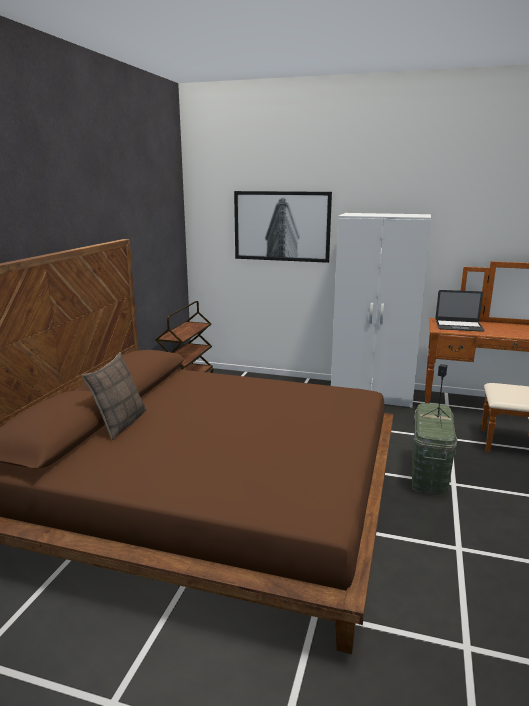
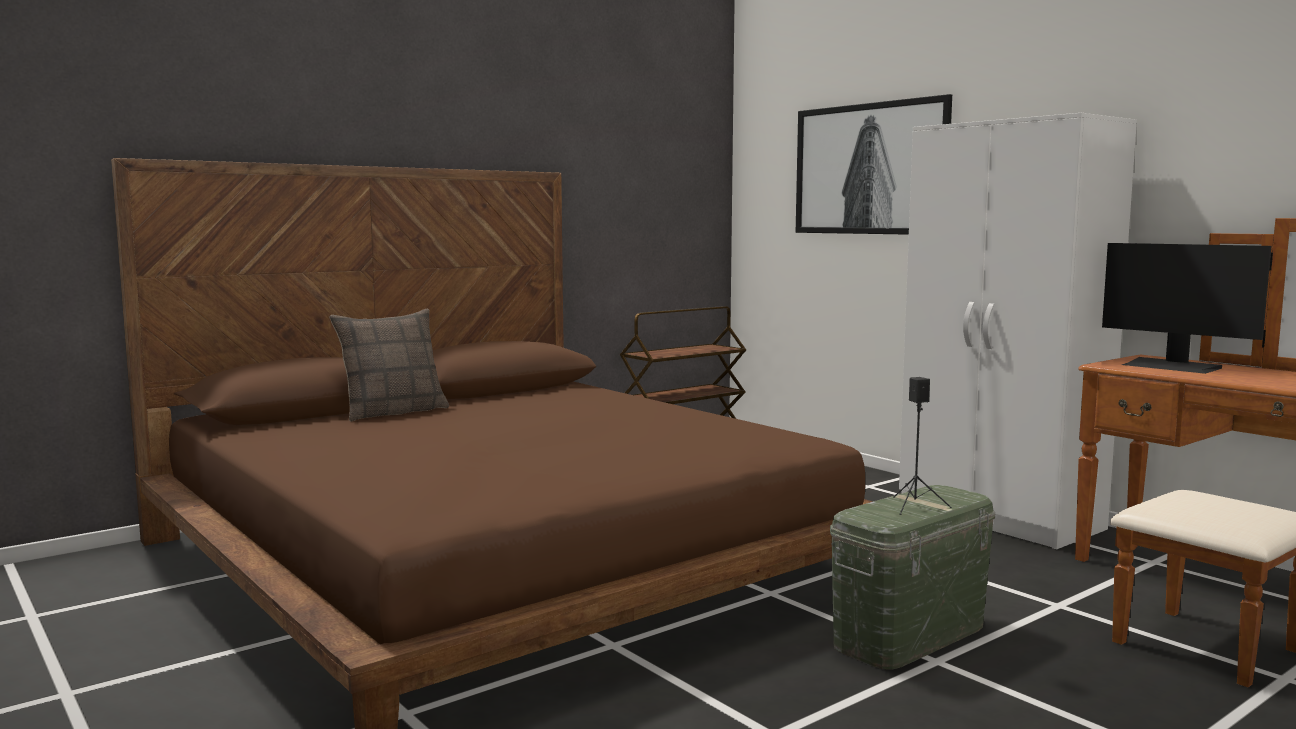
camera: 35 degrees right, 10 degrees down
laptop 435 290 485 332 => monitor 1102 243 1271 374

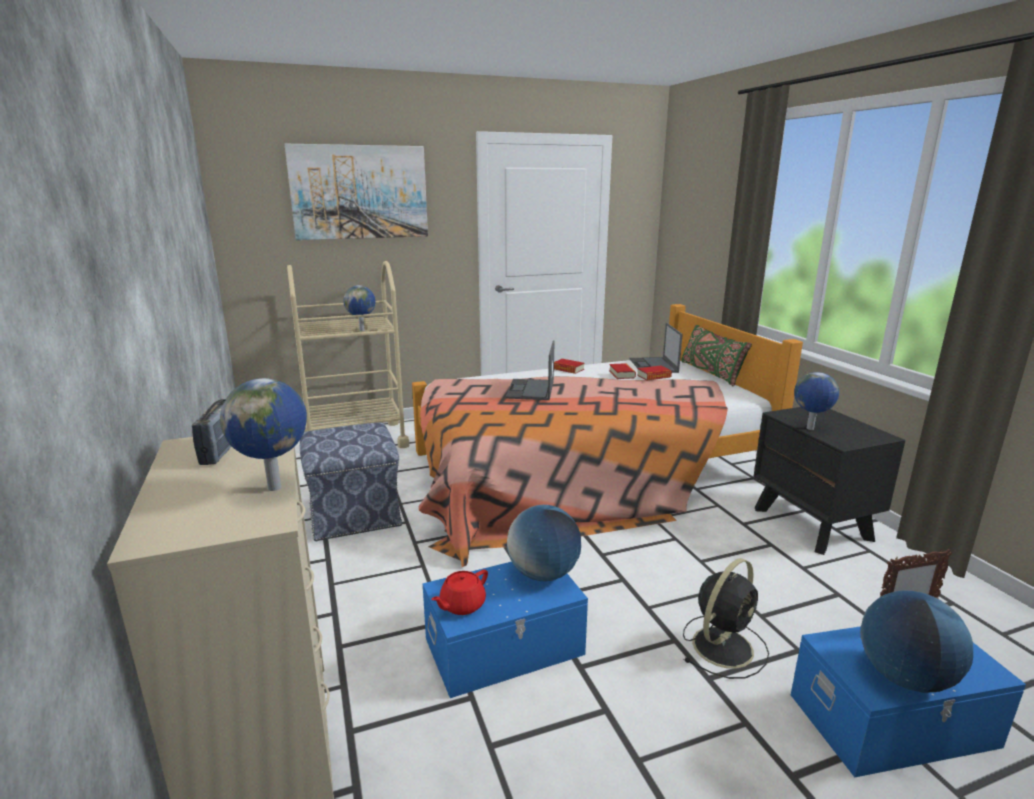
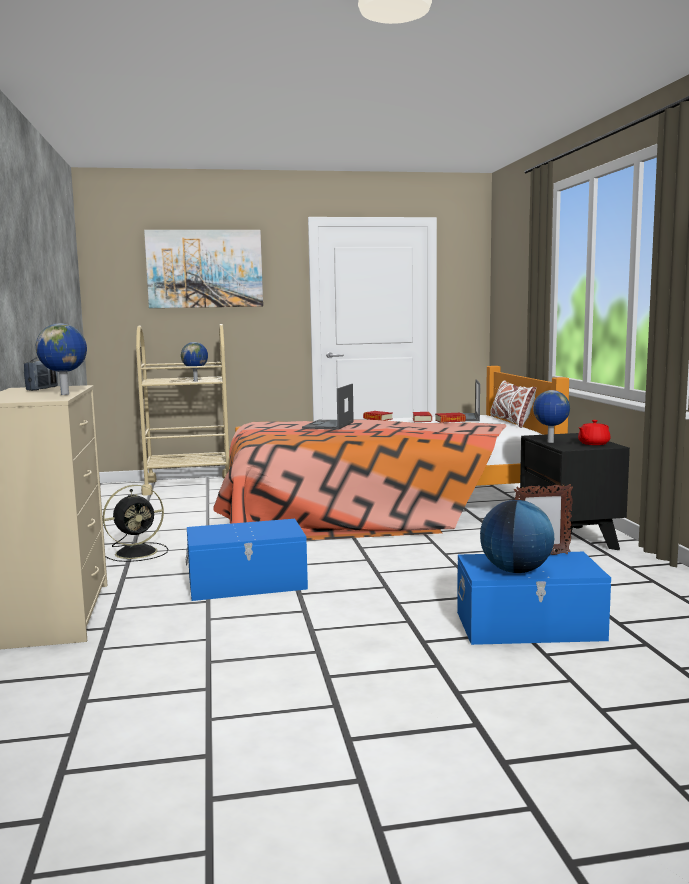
camera: 10 degrees right, 10 degrees down
ottoman 300 422 402 541 => nothing
red teapot 431 569 488 615 => red teapot 578 420 611 445, moved
globe 507 505 581 581 => nothing
green pillow 682 325 752 386 => white pillow 490 380 536 428
black fan 683 558 769 679 => black fan 103 485 168 562, moved

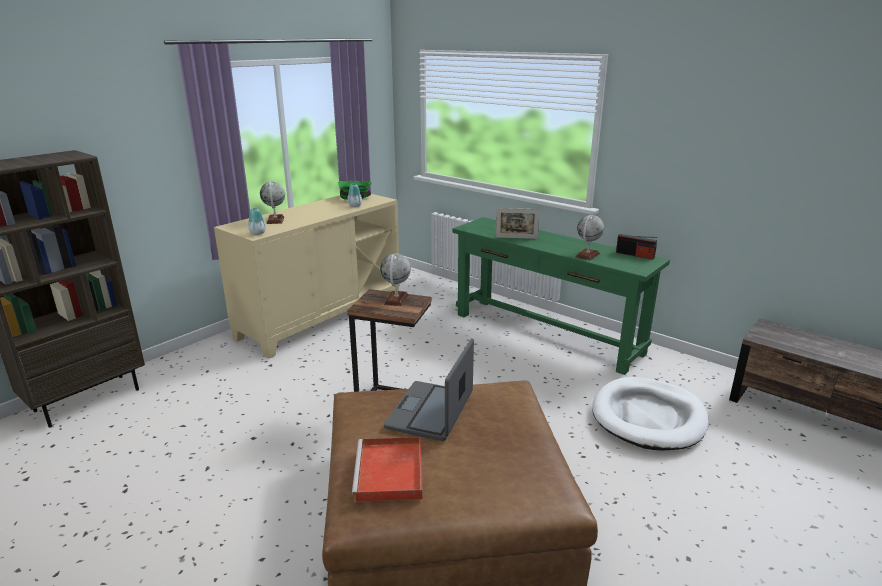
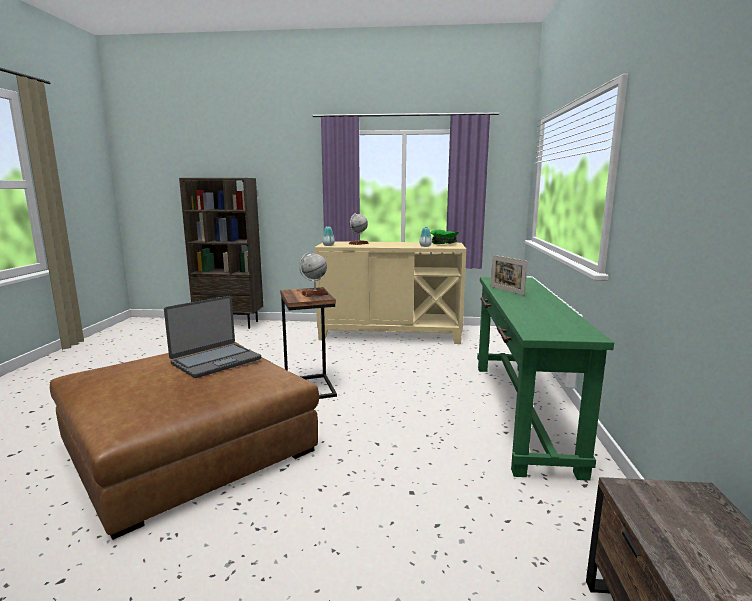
camera: 55 degrees right, 10 degrees down
red tray 352 437 423 502 => nothing
laptop 384 338 474 441 => laptop 164 296 261 378, 150 degrees clockwise
globe 575 215 604 260 => nothing
white dog bed 592 377 709 450 => nothing
radio 616 234 657 260 => nothing

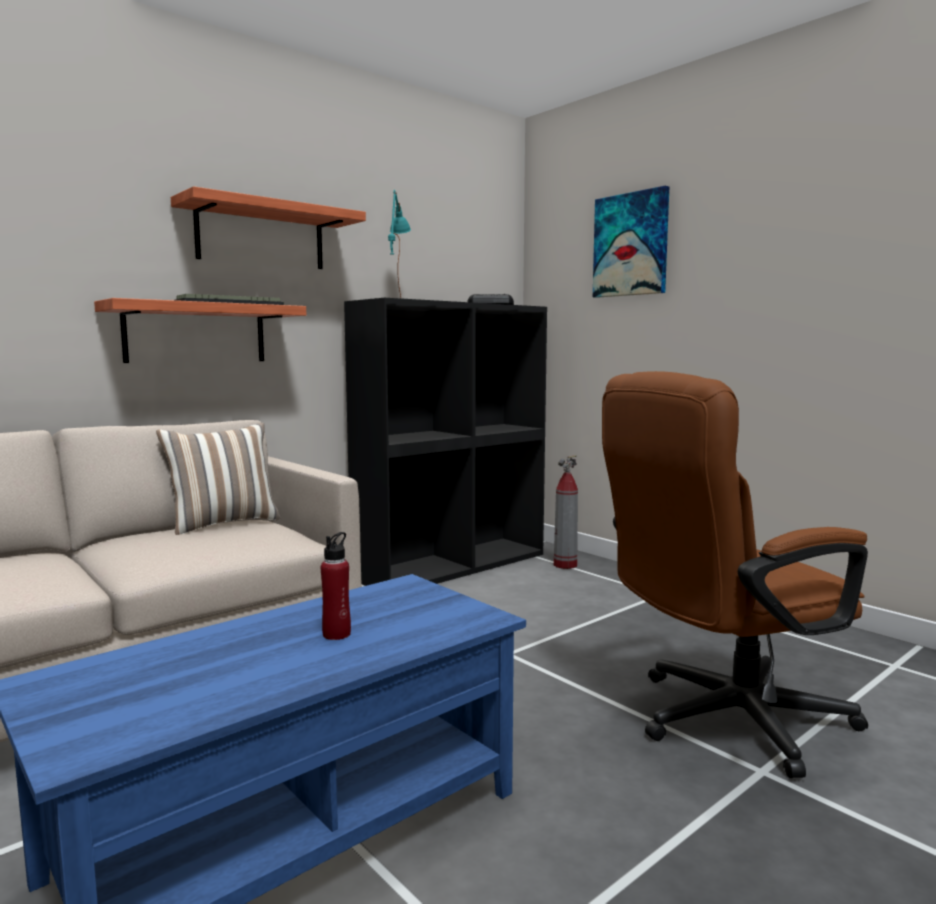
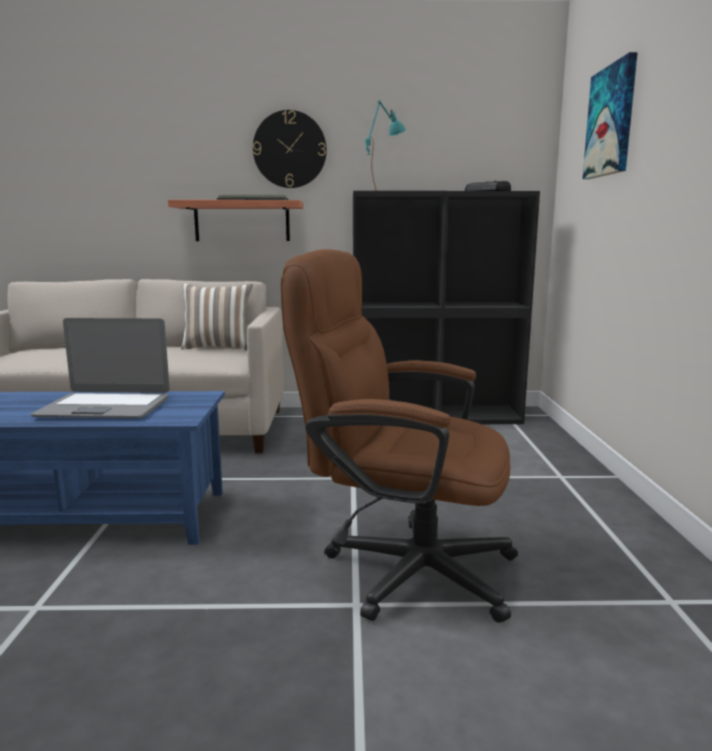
camera: 40 degrees right, 5 degrees up
shelf 171 186 366 269 => wall clock 253 110 327 188
red bottle 321 532 351 640 => laptop 31 318 170 418
fire extinguisher 554 455 578 569 => nothing

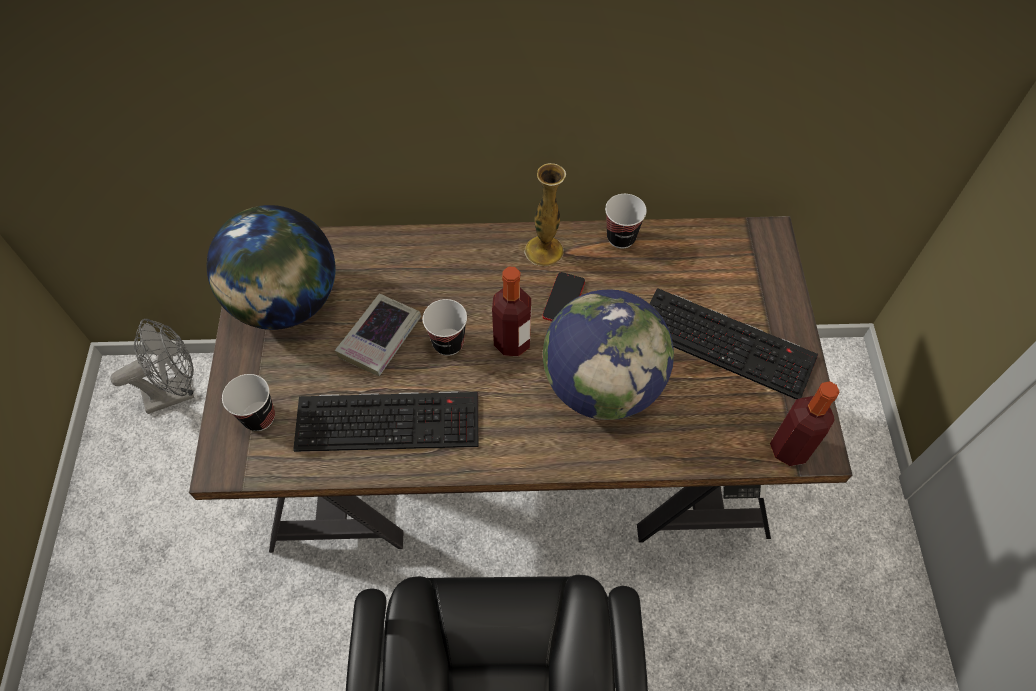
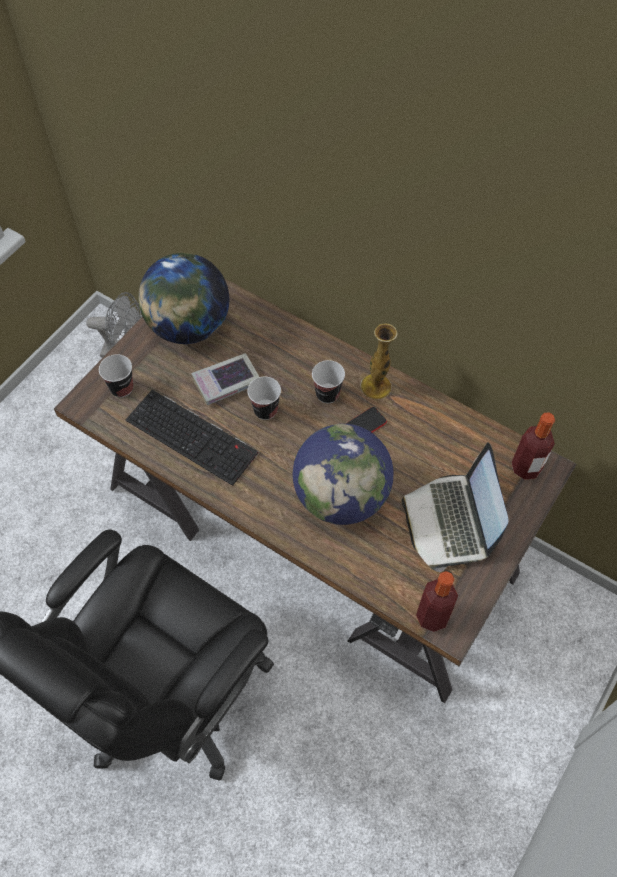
camera: 35 degrees right, 0 degrees up
bottle 492 267 531 356 => bottle 512 412 555 480, moved
cup 605 194 647 249 => cup 312 360 345 403, moved
keyboard 649 288 819 399 => laptop 401 442 508 572

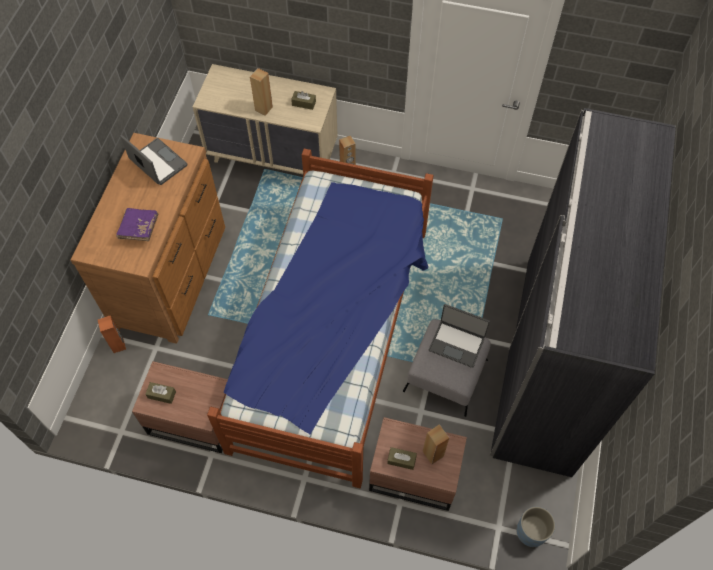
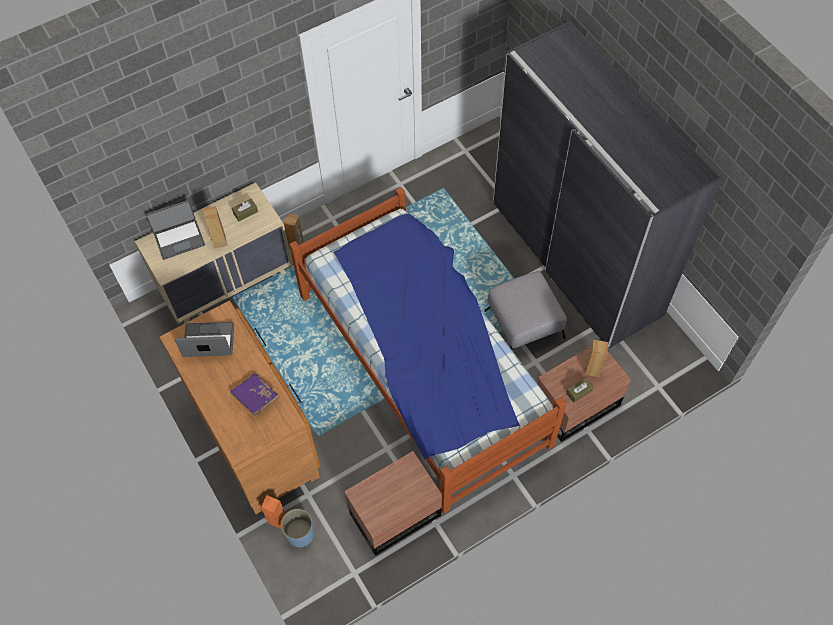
camera: 45 degrees left, 0 degrees up
brown tissue box 145 382 176 404 => nothing
laptop 428 304 490 368 => laptop 146 200 205 260, moved
blue planter 516 507 555 547 => blue planter 281 509 315 547, moved

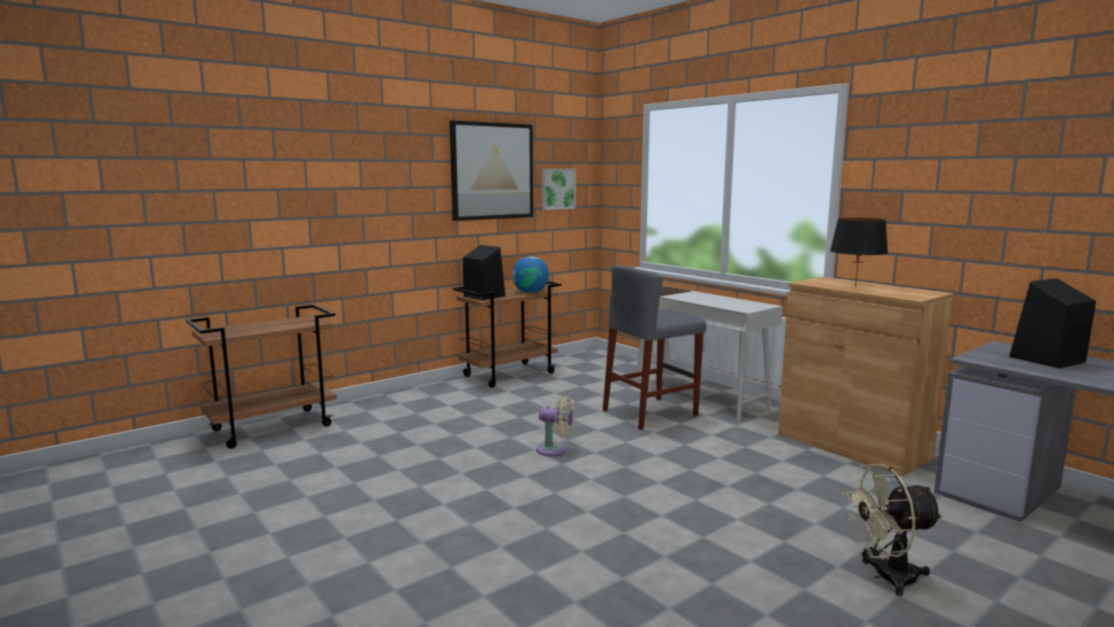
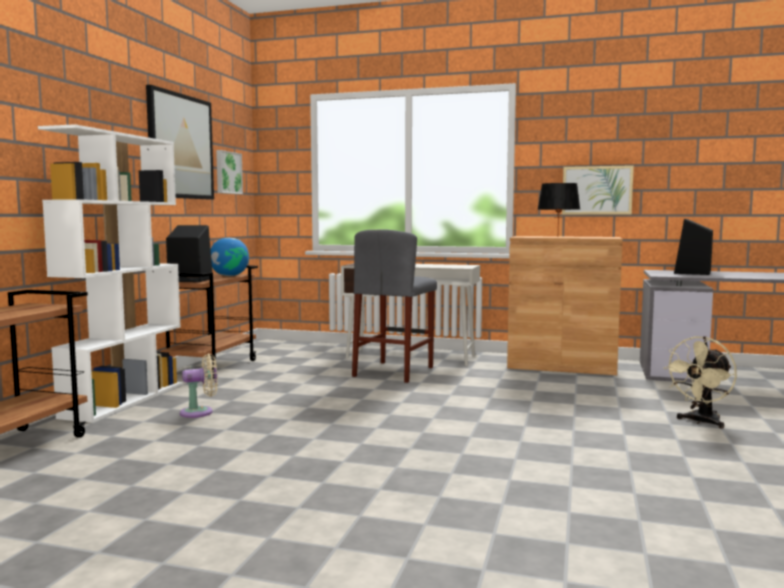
camera: 35 degrees left, 5 degrees down
beige fan 536 396 574 456 => beige fan 180 354 218 418, moved
nothing => white bookcase 38 124 183 423
nothing => picture 562 165 634 215

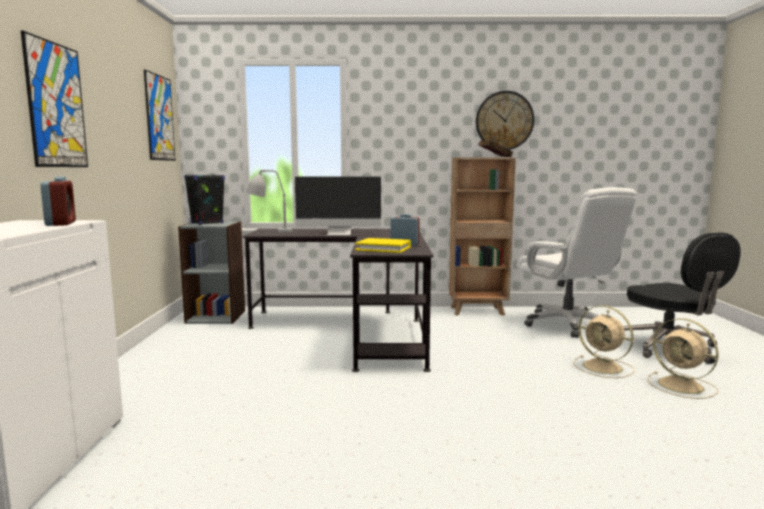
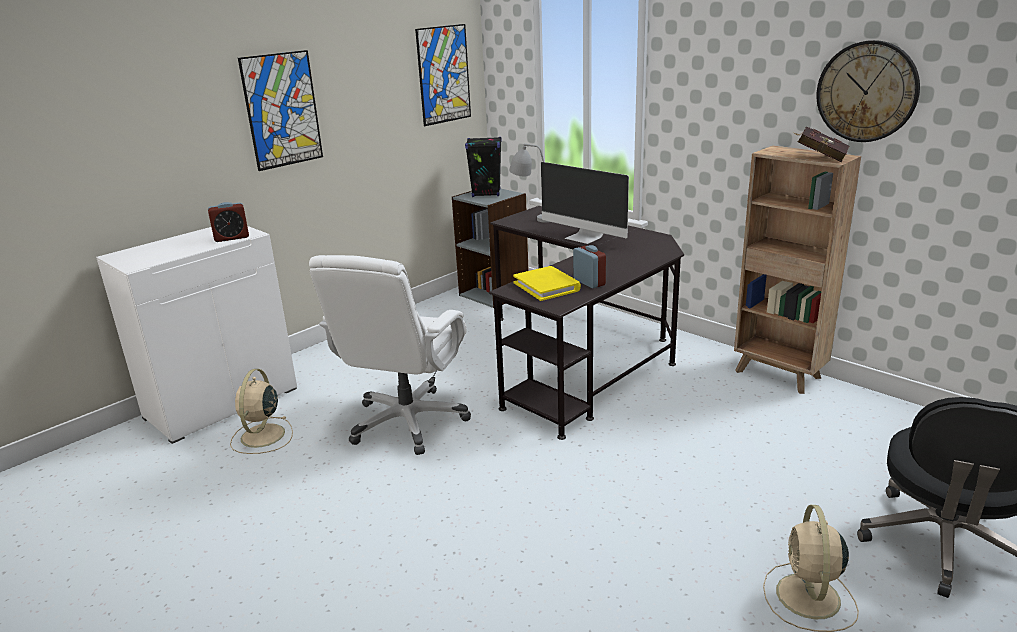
camera: 45 degrees right, 15 degrees up
alarm clock 40 176 76 226 => alarm clock 208 202 249 242, 45 degrees clockwise
white office chair 517 187 637 338 => white office chair 309 255 471 455, moved
beige fan 573 306 635 378 => beige fan 230 369 293 454, moved

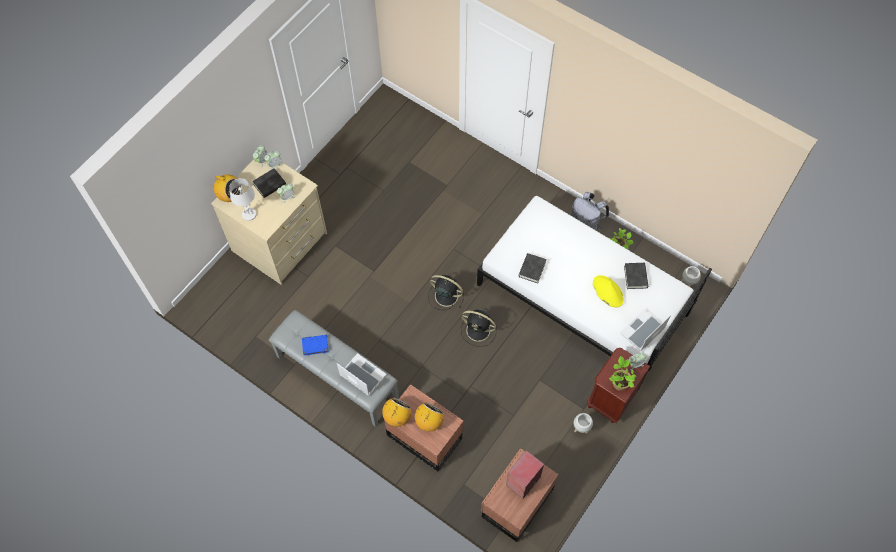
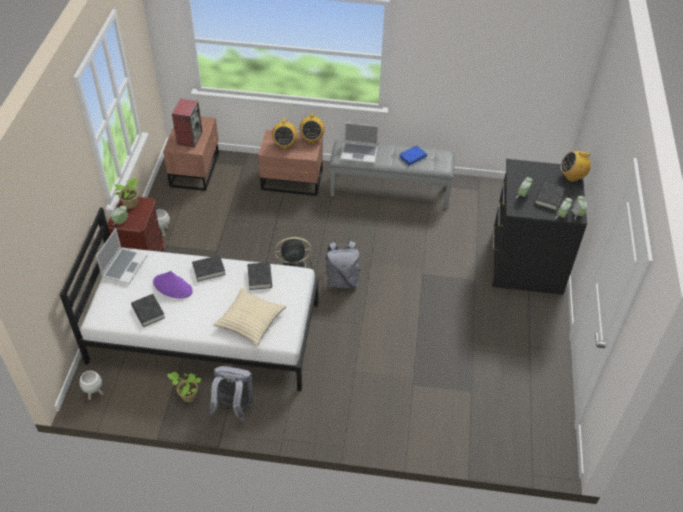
camera: 150 degrees right, 15 degrees down
beige dresser 211 153 327 285 => black dresser 492 159 587 295
white table lamp 229 178 256 221 => nothing
black fan 428 275 464 310 => grey backpack 324 241 360 289
yellow hat 593 275 624 307 => purple hat 153 271 193 299
nothing => black book 192 255 226 282
nothing => beige pillow 213 288 287 346

